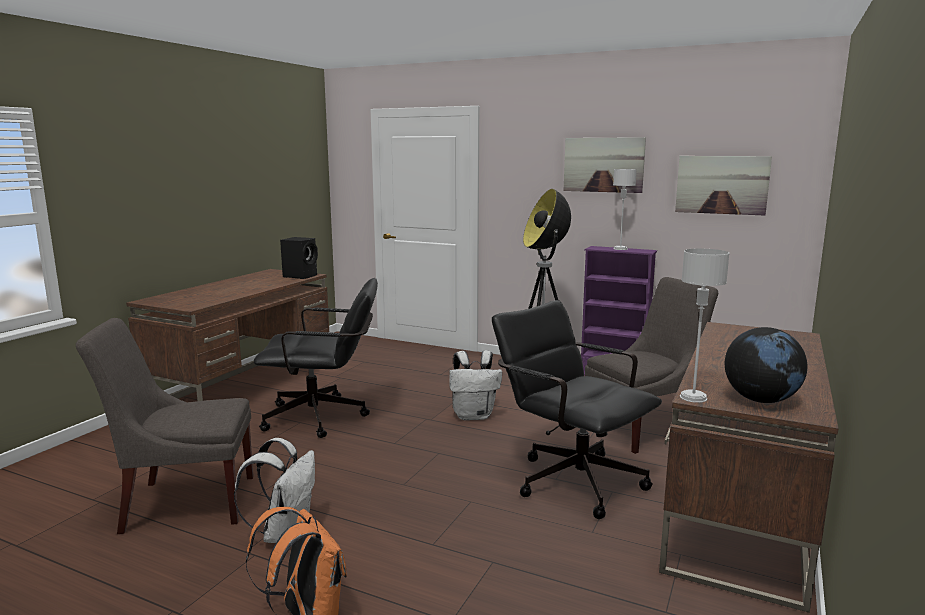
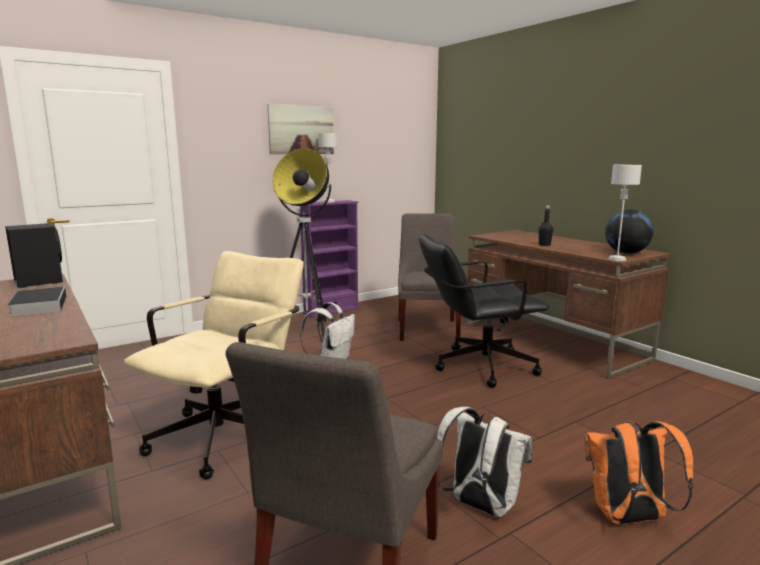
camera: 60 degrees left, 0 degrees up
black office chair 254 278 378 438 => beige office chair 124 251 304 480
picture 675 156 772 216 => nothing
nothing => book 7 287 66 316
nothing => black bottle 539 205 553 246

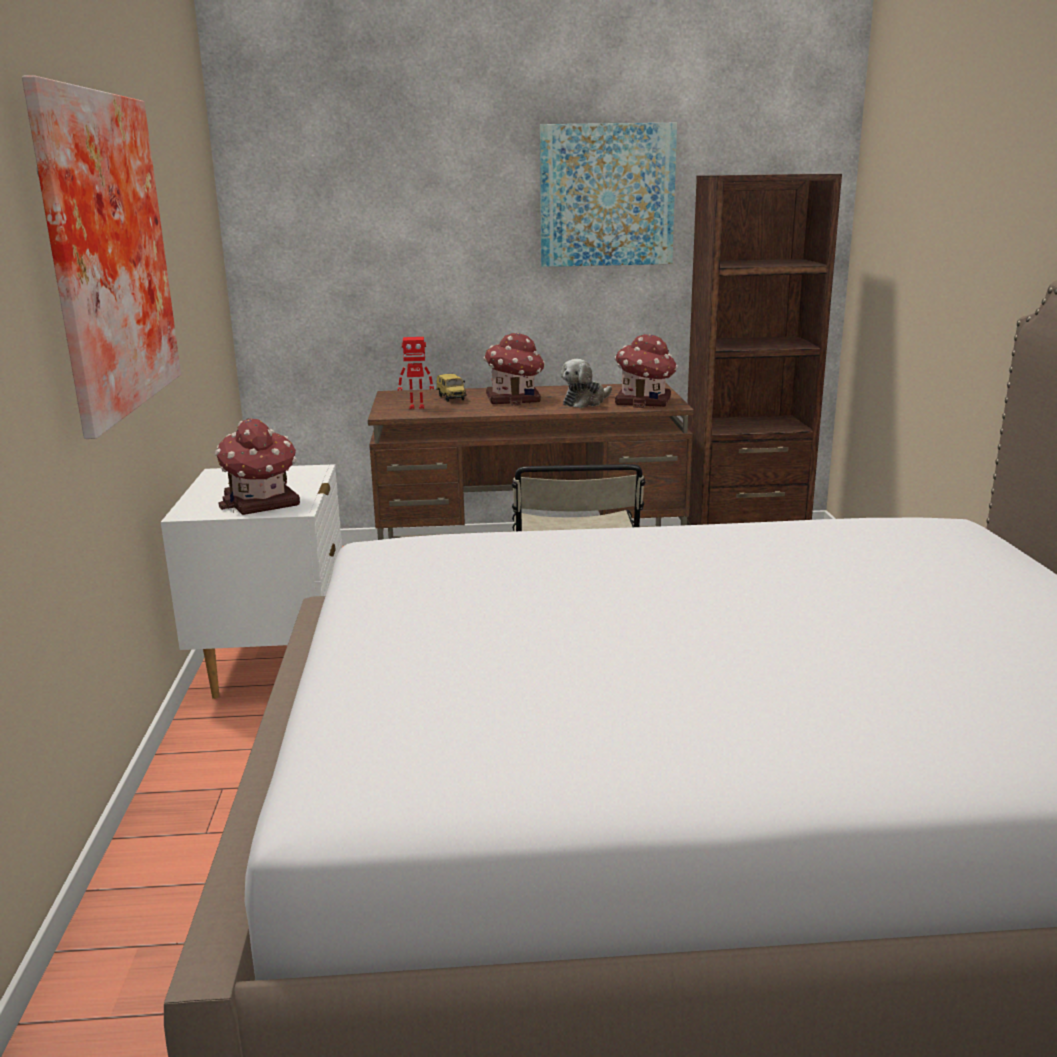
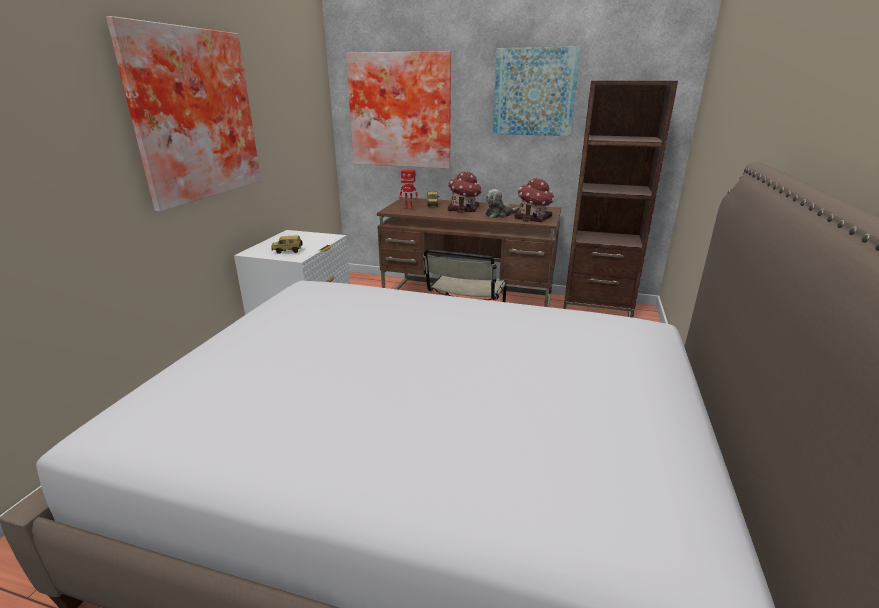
camera: 20 degrees right, 5 degrees up
toy house 215 418 300 515 => toy car 271 235 303 254
nothing => picture 346 51 451 169

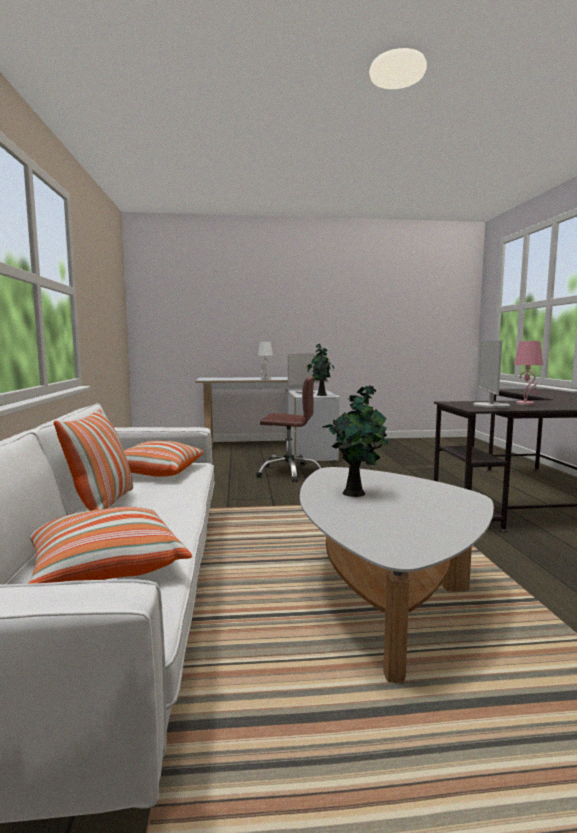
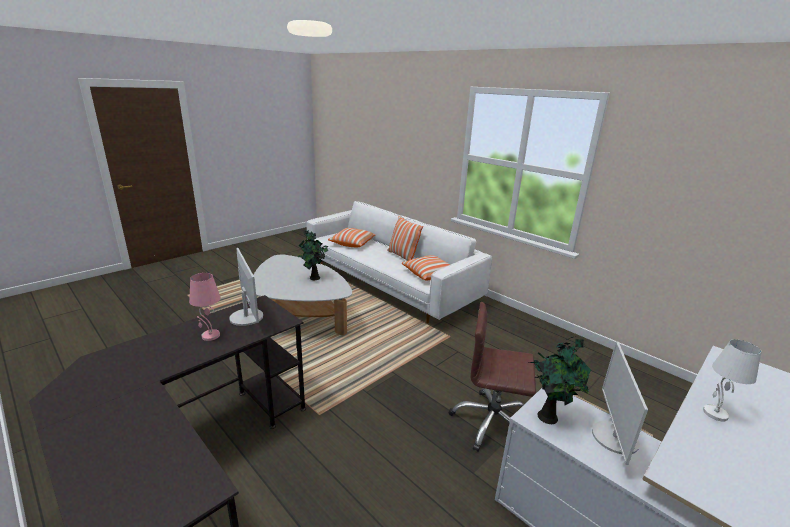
camera: 140 degrees right, 15 degrees up
brown office chair 256 376 321 482 => brown office chair 449 302 536 452, 45 degrees clockwise

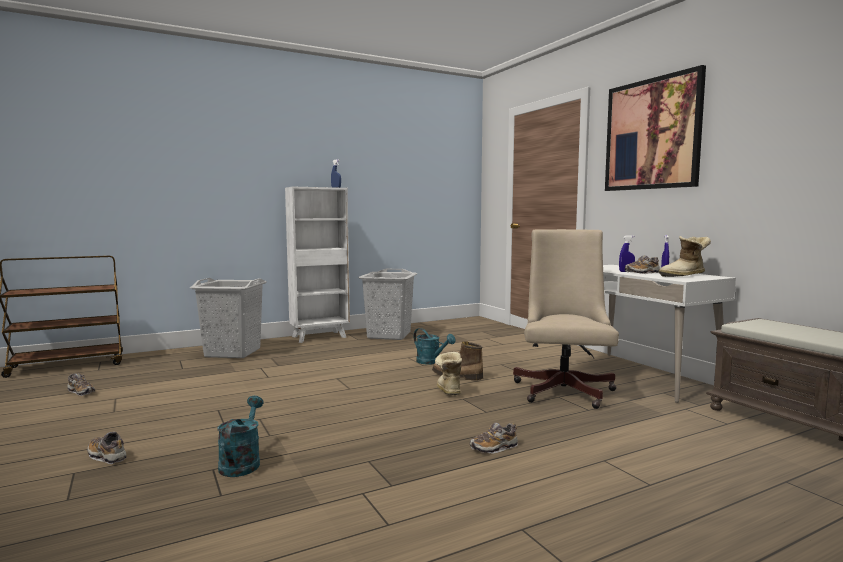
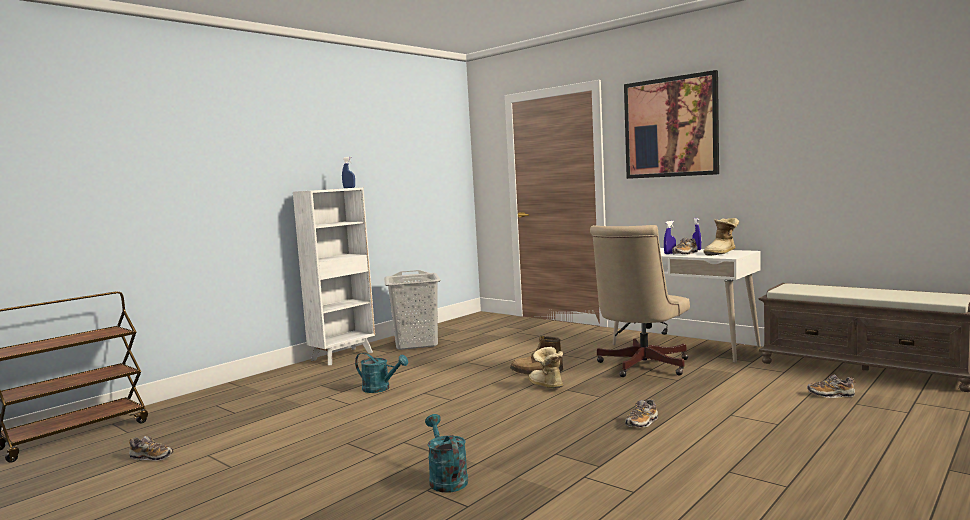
camera: 20 degrees left, 0 degrees up
shoe 87 432 127 464 => shoe 807 375 855 398, moved
grey laundry basket 190 278 267 358 => nothing
turquoise watering can 414 328 456 365 => turquoise watering can 355 352 408 393, moved
beige office chair 513 229 619 409 => beige office chair 590 225 690 377, 135 degrees counterclockwise

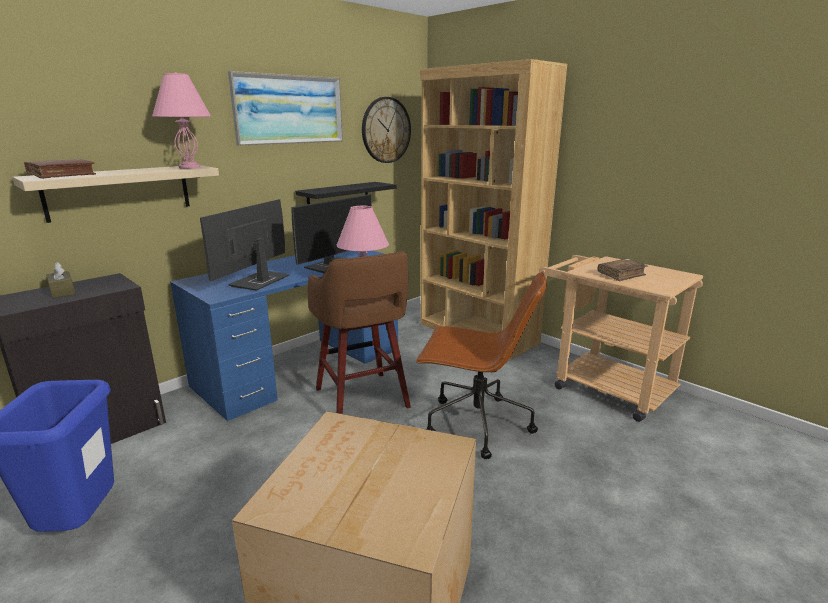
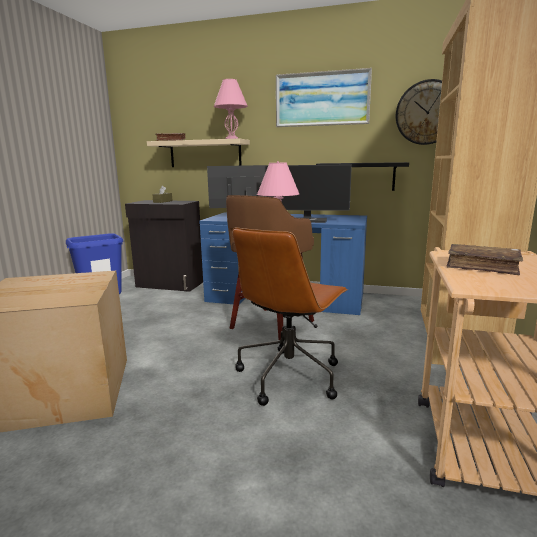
camera: 60 degrees right, 5 degrees down
brown office chair 416 271 547 459 => brown office chair 232 228 348 406, 45 degrees clockwise

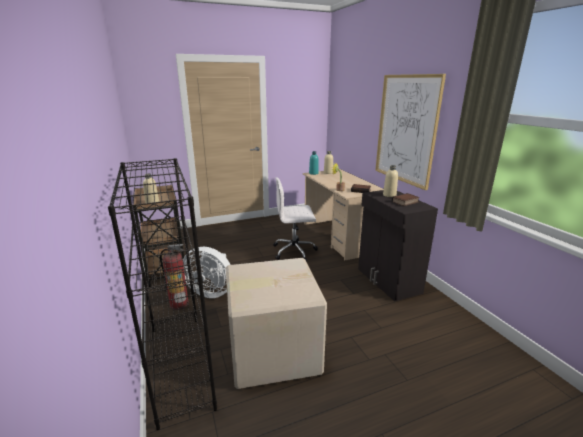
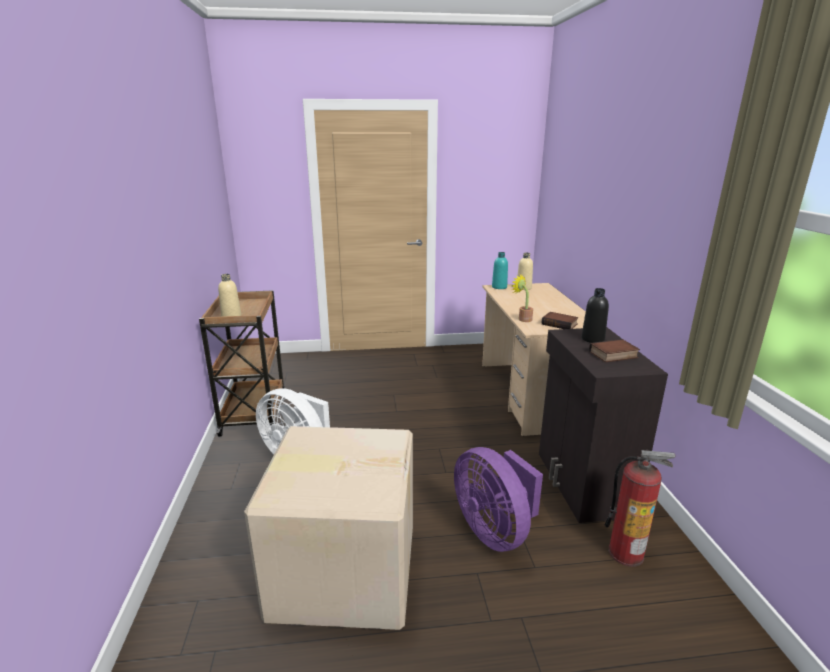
camera: 15 degrees right, 0 degrees up
black bookcase 108 158 217 430 => nothing
fire extinguisher 160 244 189 310 => fire extinguisher 604 450 675 567, moved
white office chair 273 177 318 262 => nothing
picture 375 74 446 190 => nothing
beige bottle 383 165 398 197 => black bottle 581 288 609 343
nothing => purple fan 454 447 543 552

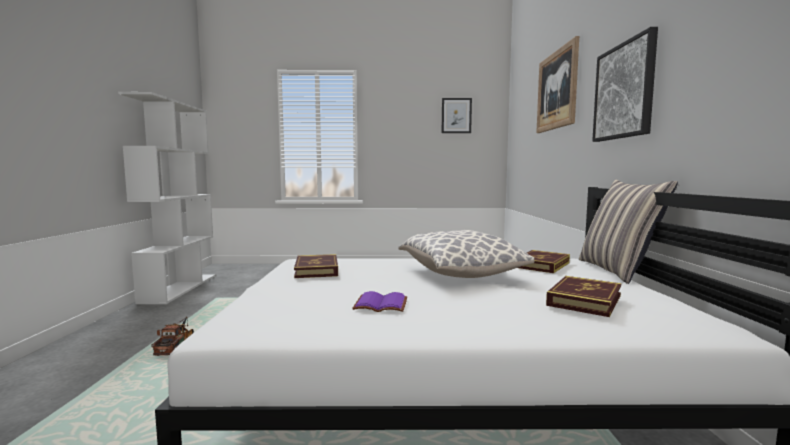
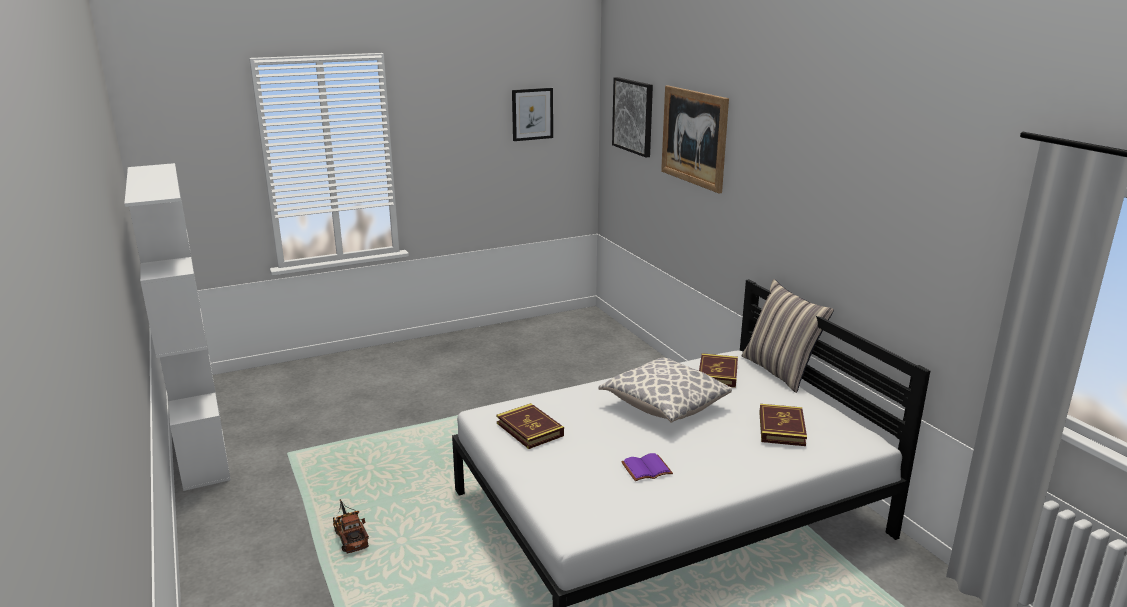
camera: 25 degrees left, 15 degrees up
picture 592 27 658 142 => picture 612 77 653 157, moved

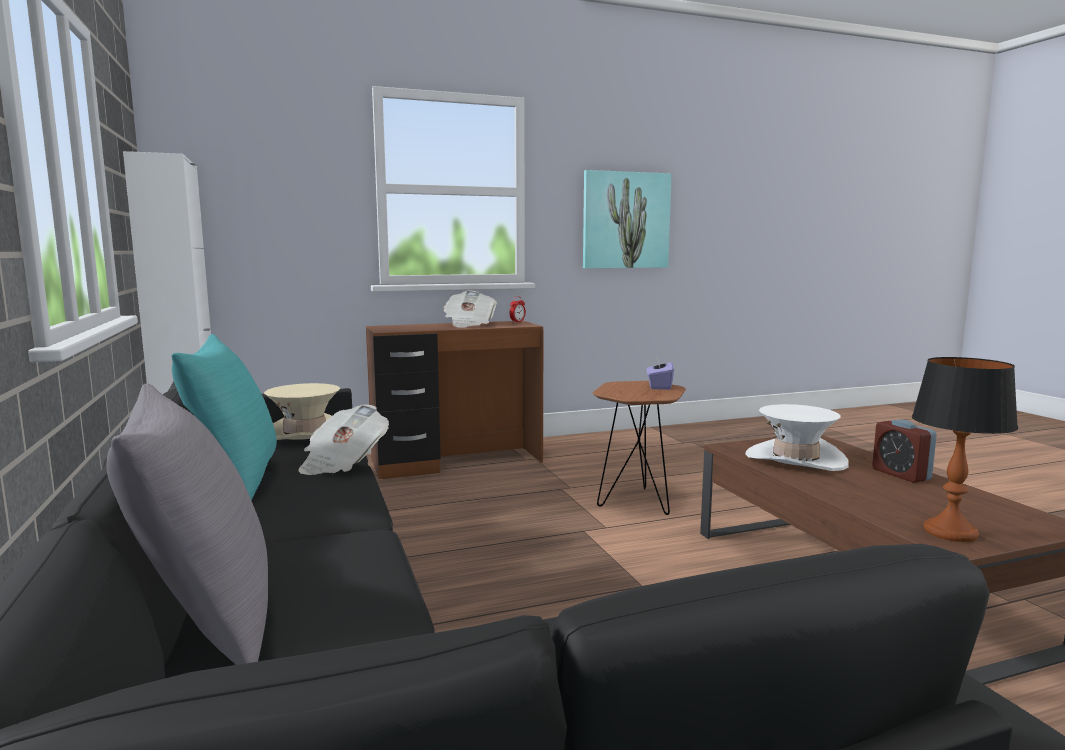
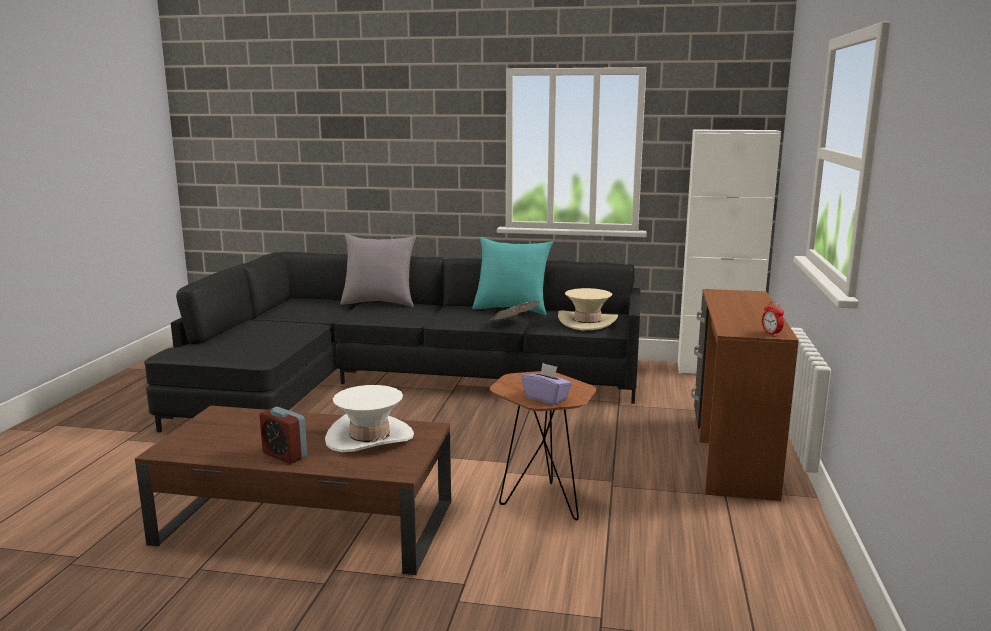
camera: 120 degrees right, 5 degrees up
newspaper 443 291 497 328 => nothing
picture 583 170 672 268 => nothing
alarm clock 872 420 937 483 => alarm clock 259 407 307 464, 150 degrees counterclockwise
table lamp 912 357 1018 542 => nothing

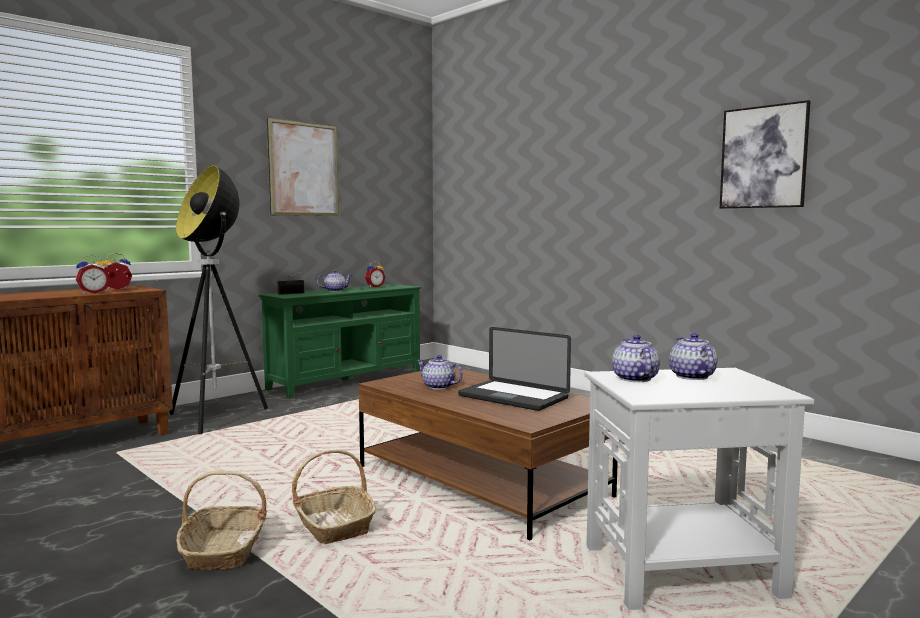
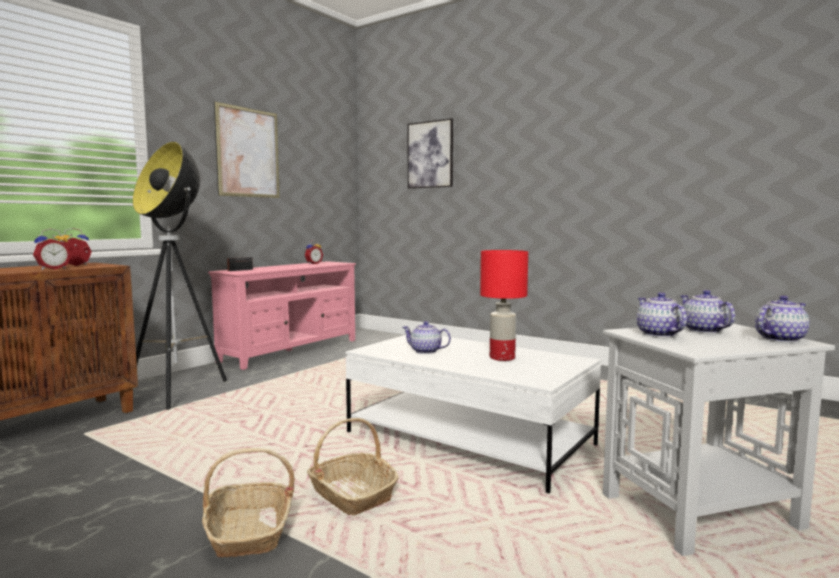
camera: 10 degrees left, 0 degrees up
green tv stand 258 284 421 398 => pink tv stand 208 261 356 370
teapot 317 270 352 292 => teapot 755 295 809 342, moved
brown coffee table 358 368 618 540 => white coffee table 345 335 601 493
laptop 458 327 571 411 => red table lamp 480 250 528 361
picture 720 100 810 209 => picture 408 118 453 189, moved

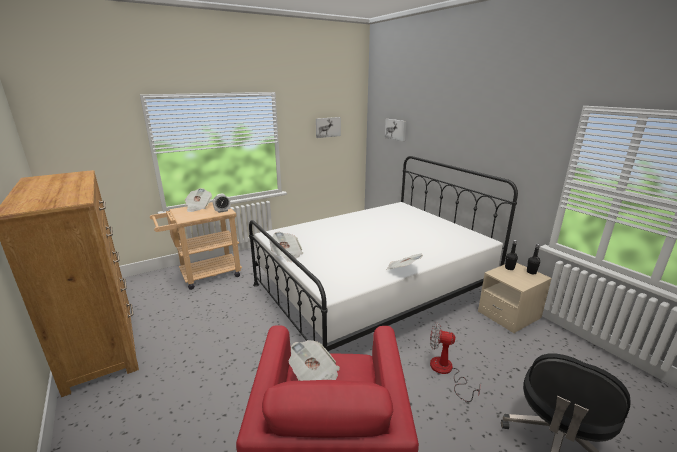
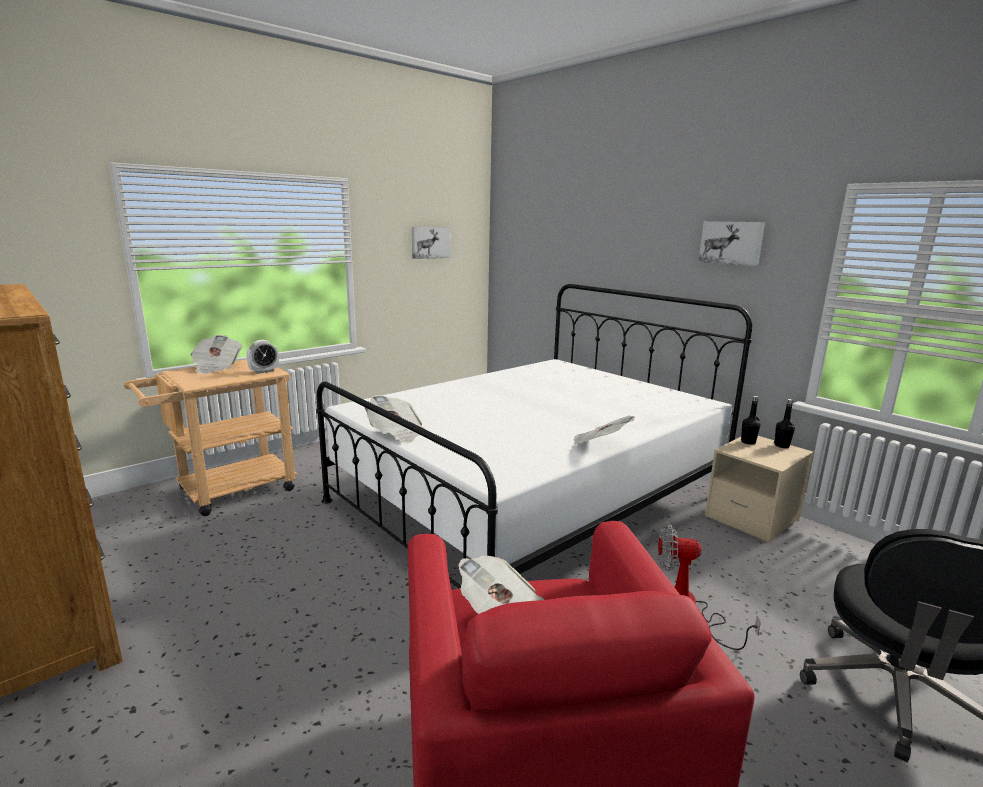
camera: 10 degrees left, 5 degrees down
picture 385 119 406 142 => picture 699 221 765 266, moved

